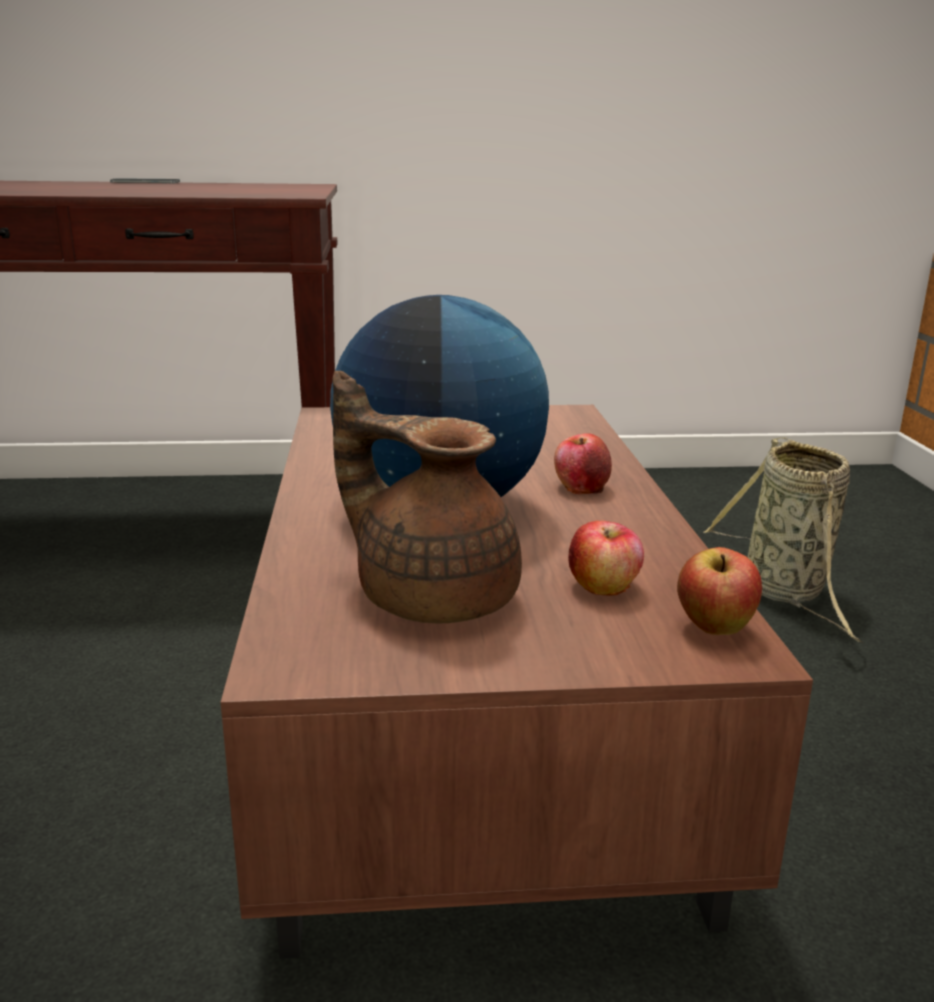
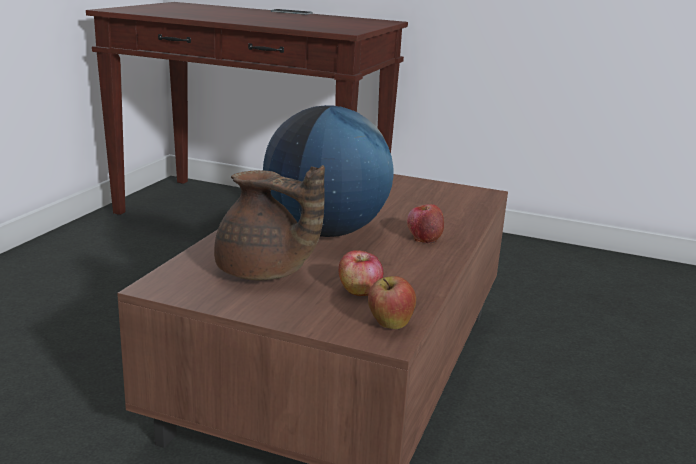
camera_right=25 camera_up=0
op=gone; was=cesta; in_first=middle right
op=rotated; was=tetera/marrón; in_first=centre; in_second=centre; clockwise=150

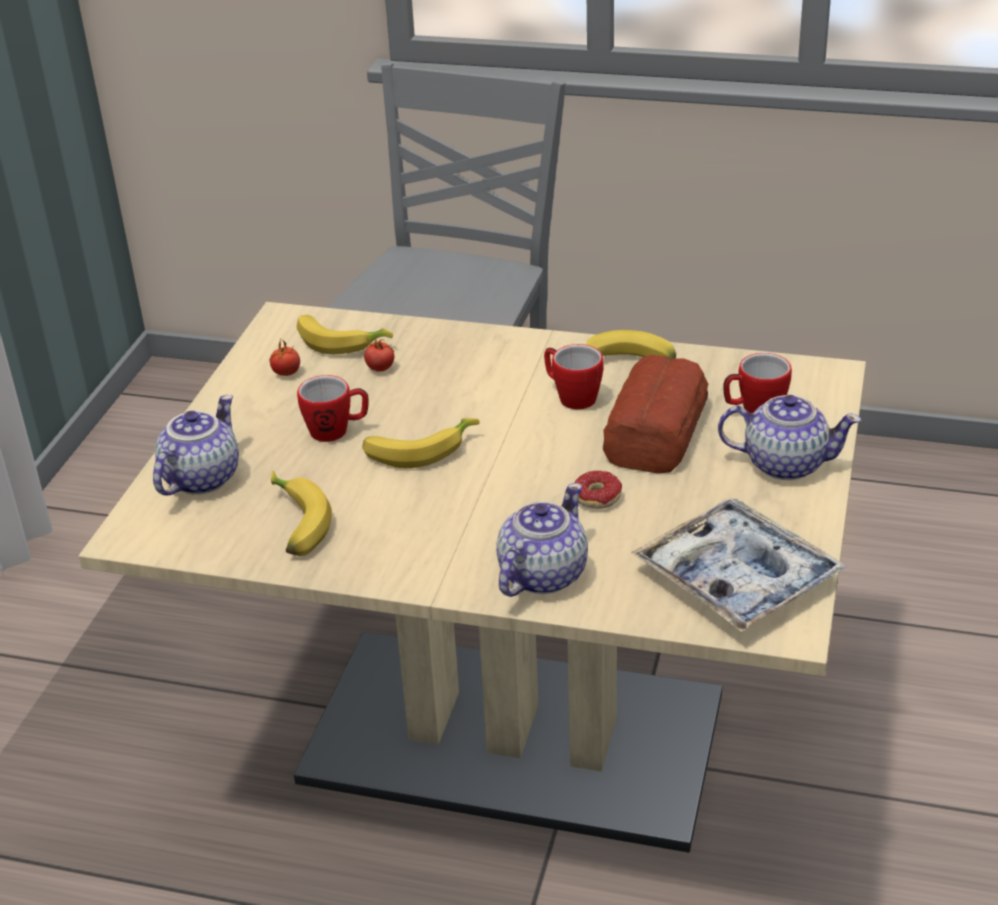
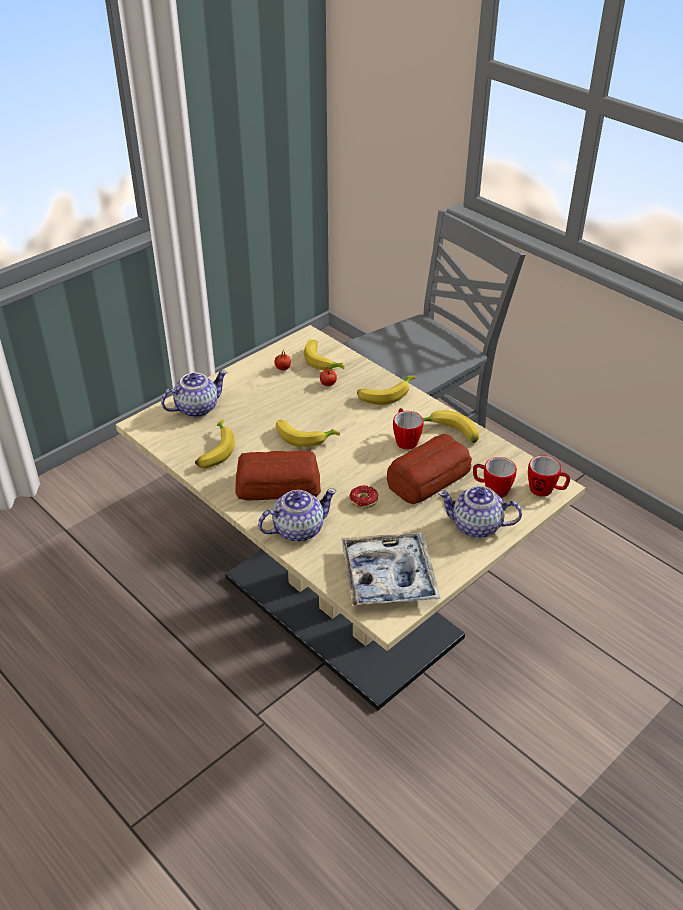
camera_right=30 camera_up=5
op=new; now=pan (no. 1 from left); in_second=centre
op=new; now=plátano (no. 4 from left); in_second=centre
op=shifted; was=taza grande (no. 1 from left in the first image); now=taza grande (no. 3 from left); in_first=centre; in_second=middle right
op=rotated; was=tetera (no. 3 from left); in_first=middle right; in_second=middle right; clockwise=150

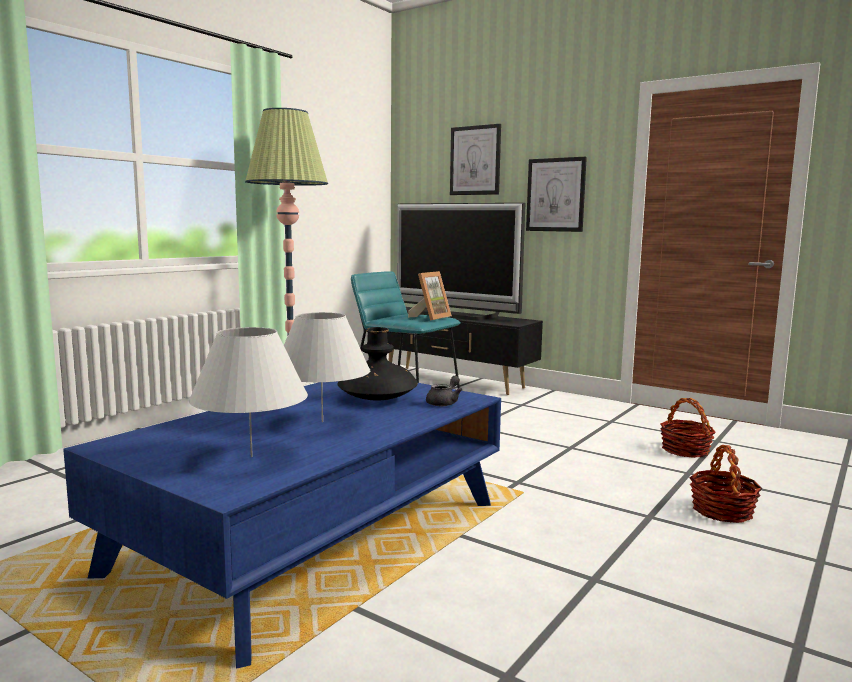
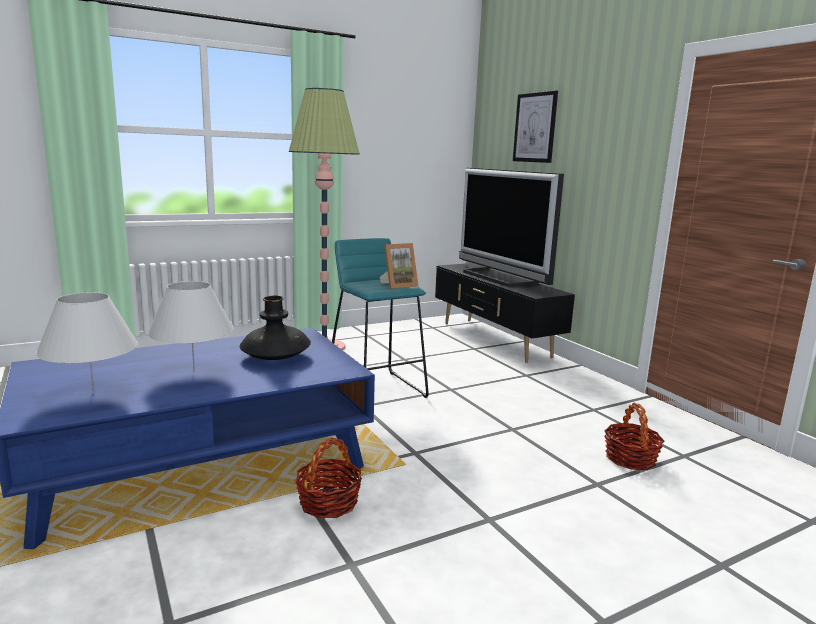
camera_right=25 camera_up=5
op=gone; was=tetera/gris; in_first=centre
op=gone; was=cuadro (no. 2 from left); in_first=top centre
op=shifted; was=cesta (no. 2 from left in the first image); now=cesta (no. 1 from left); in_first=bottom right; in_second=bottom centre

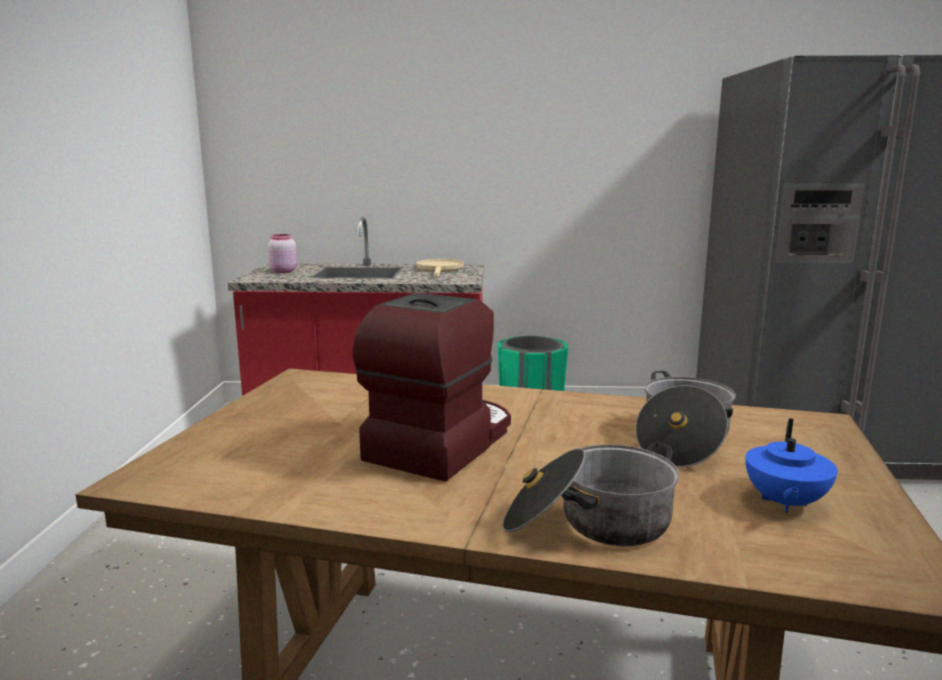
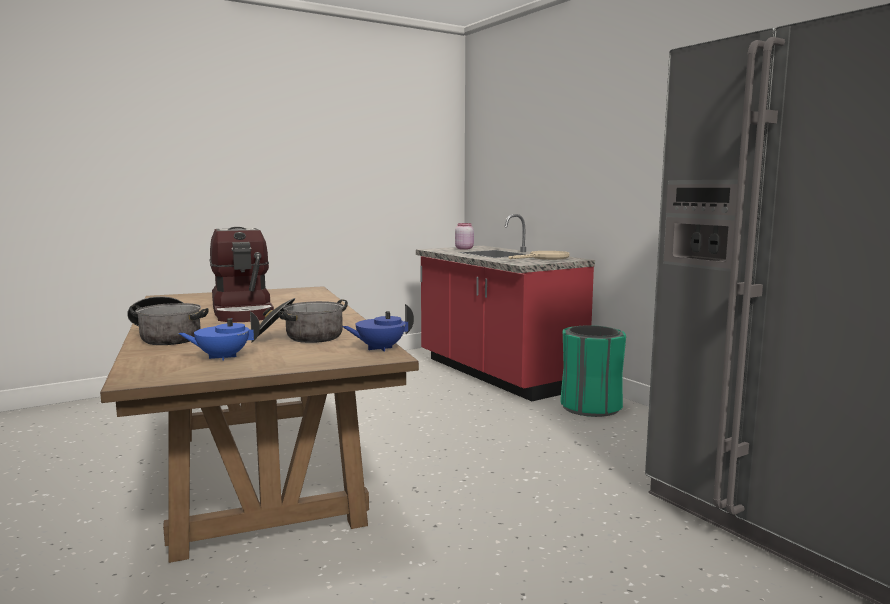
camera_right=55 camera_up=-5
op=new; now=tetera/azul (no. 2 from left); in_second=centre
op=rotated; was=cafetera; in_first=centre; in_second=middle left; clockwise=75

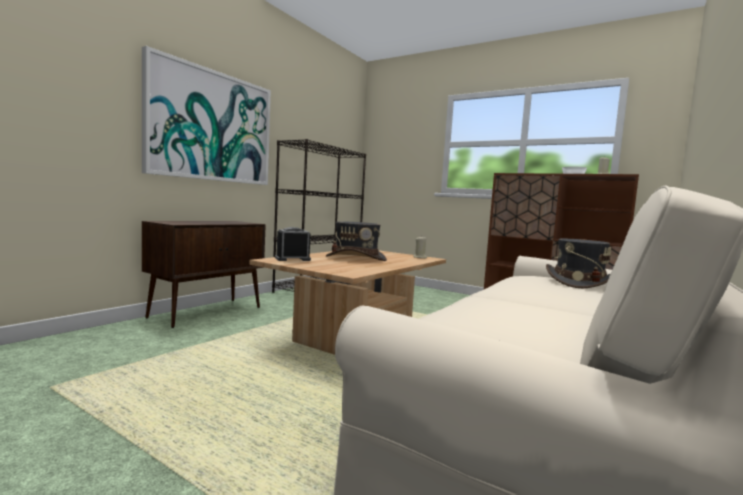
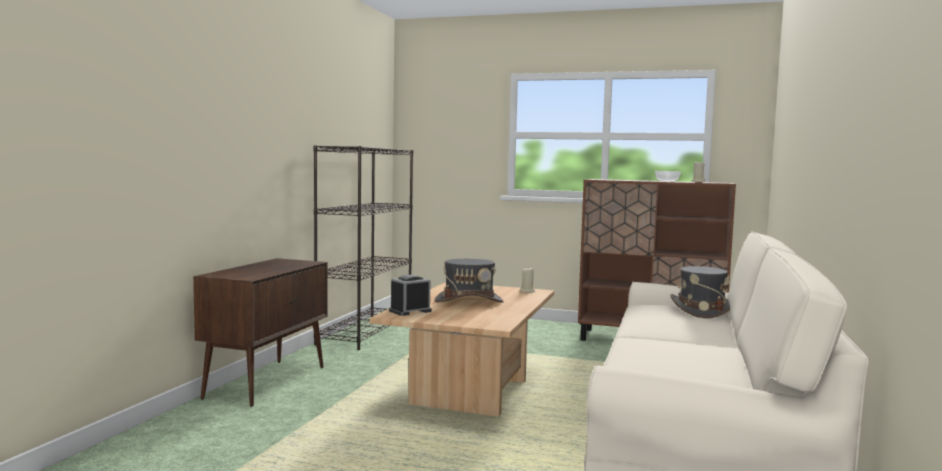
camera_right=-15 camera_up=0
op=gone; was=cuadro; in_first=top left

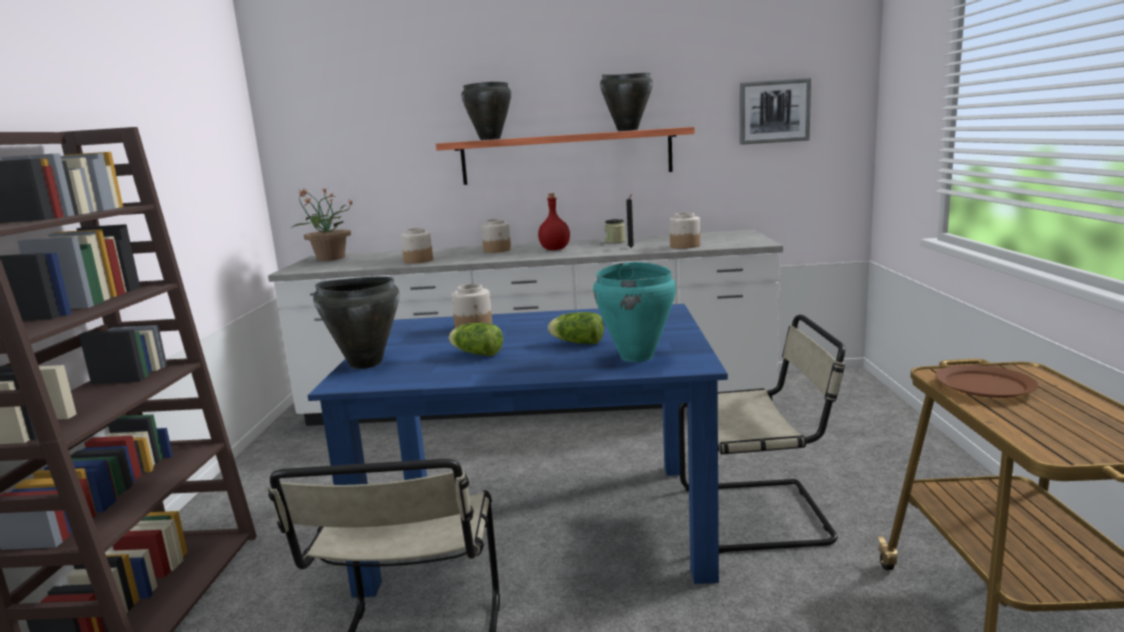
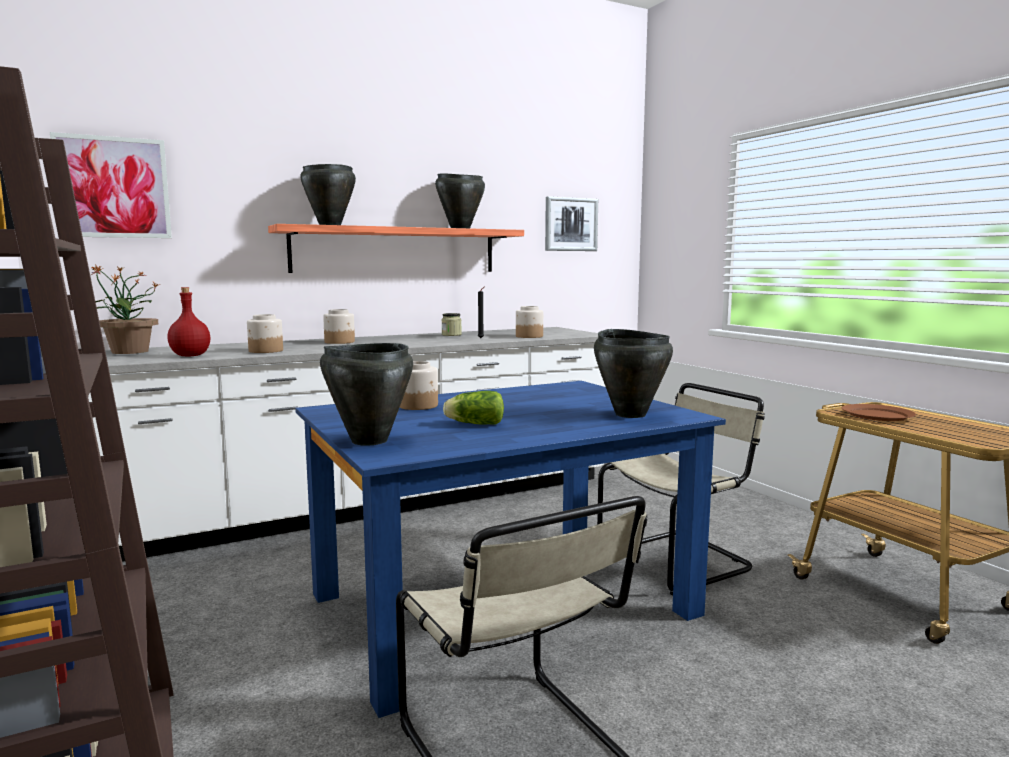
camera_right=-30 camera_up=-5
op=gone; was=lechuga (no. 2 from left); in_first=centre
op=new; now=cuadro (no. 1 from left); in_second=top left
op=shifted; was=botella/rojo; in_first=centre; in_second=middle left
op=repainted; was=olla/turquesa; now=olla/negro (no. 4 from left); in_first=centre; in_second=centre

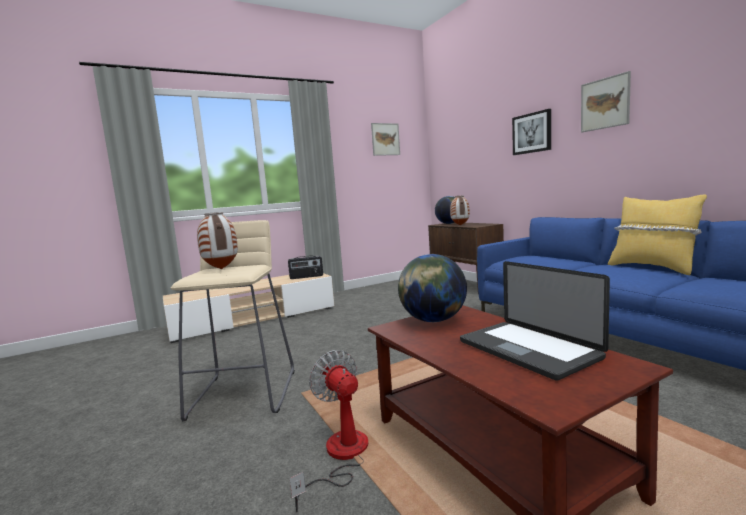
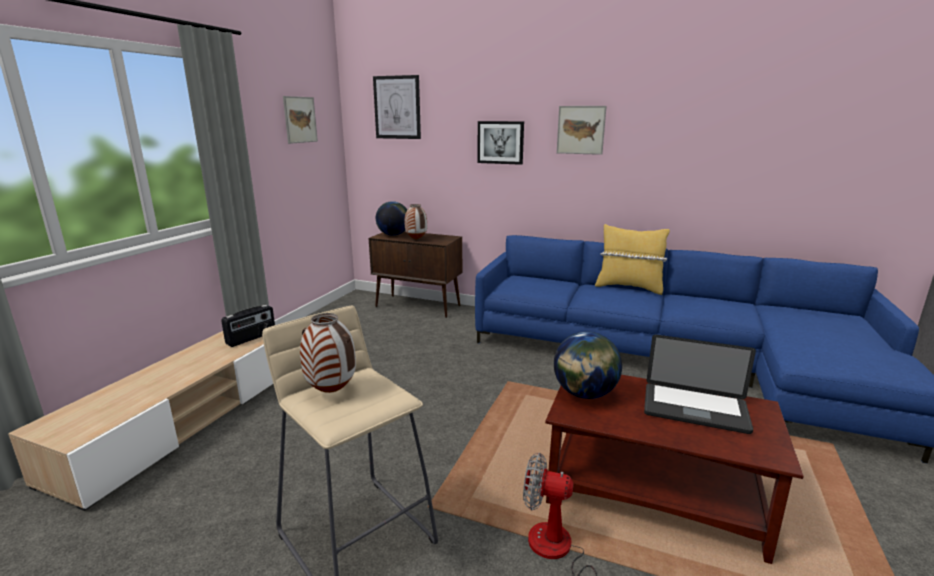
camera_right=-40 camera_up=10
op=new; now=cuadro (no. 2 from left); in_second=top centre

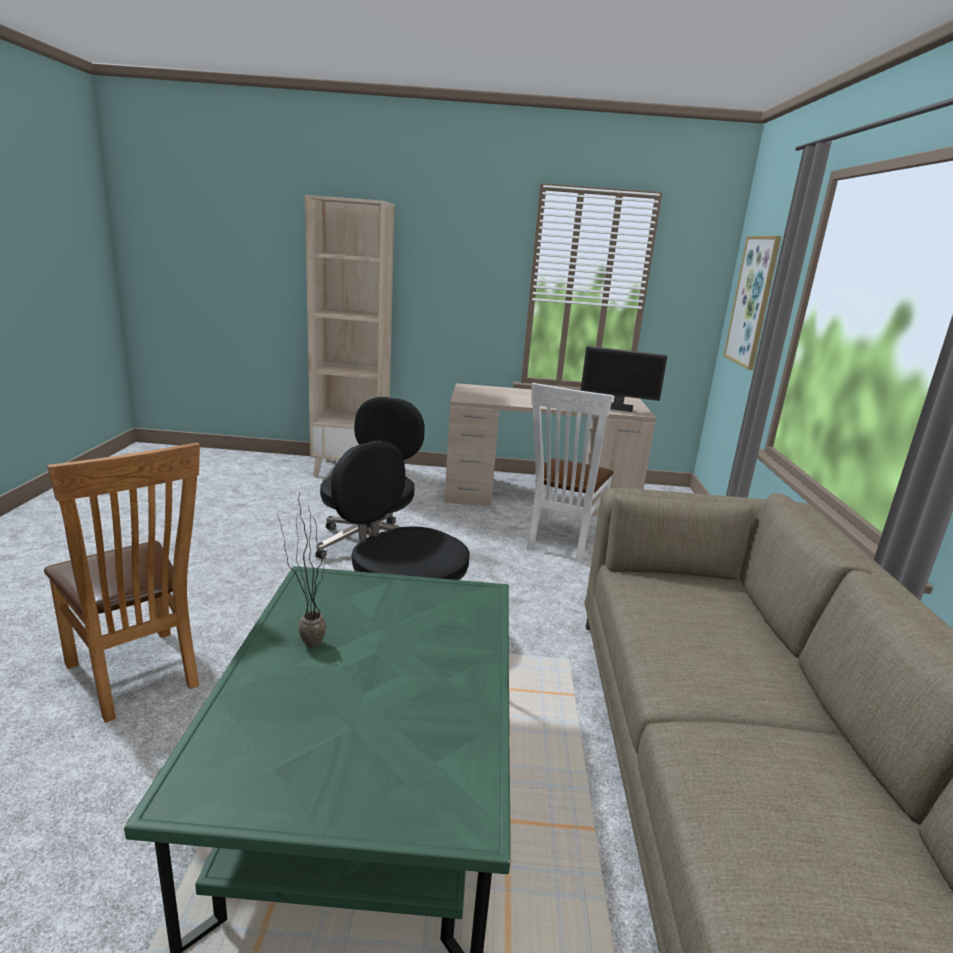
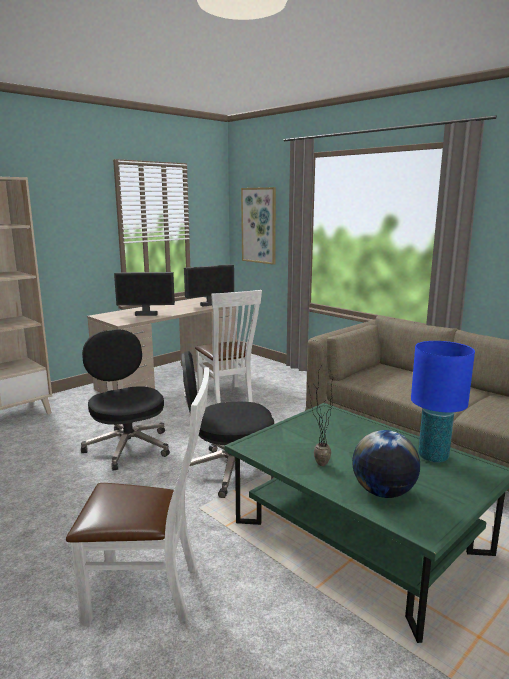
camera_right=-45 camera_up=-5
op=new; now=monitor (no. 1 from left); in_second=middle left
op=new; now=globo terráqueo; in_second=bottom right
op=new; now=lámpara de mesa/azul; in_second=middle right
op=repainted; was=silla/marrón; now=silla/blanco (no. 1 from left); in_first=middle left; in_second=bottom left

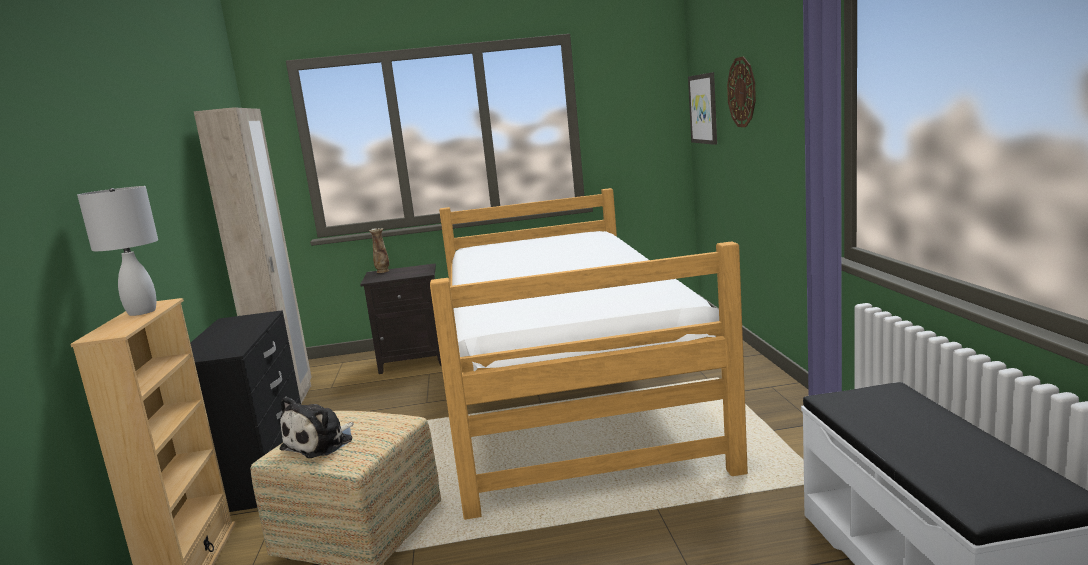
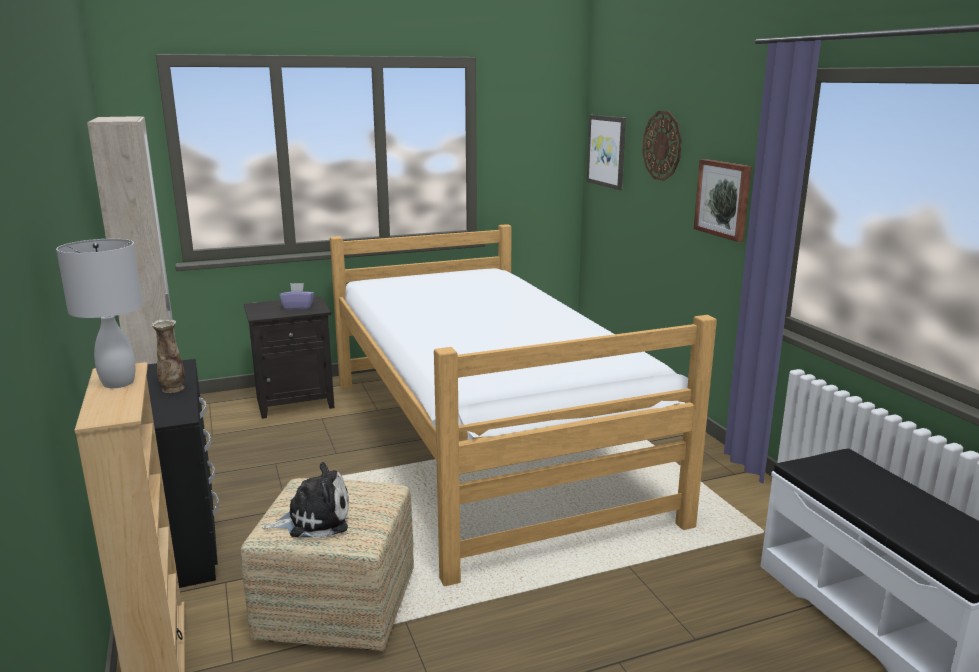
camera_right=-15 camera_up=5
op=new; now=caja de pañuelos/morado; in_second=middle left
op=new; now=cuadro (no. 2 from left); in_second=top right
op=shifted; was=florero; in_first=centre; in_second=middle left
op=rotated; was=peluche; in_first=bottom left; in_second=bottom left; clockwise=-120

